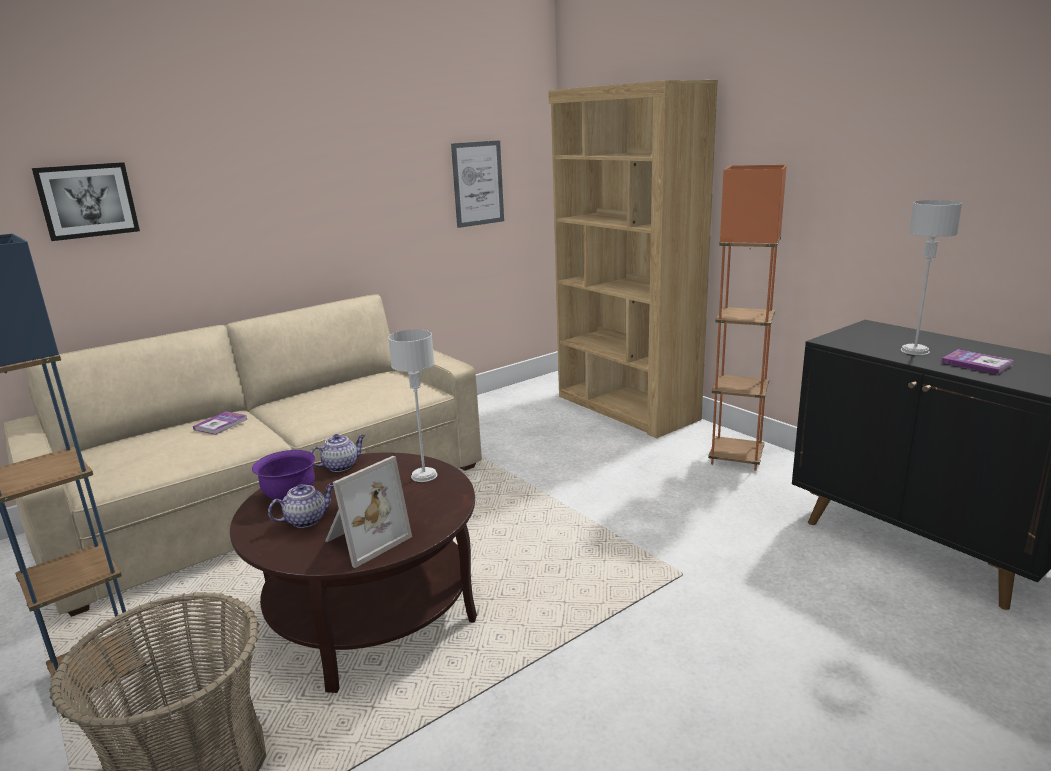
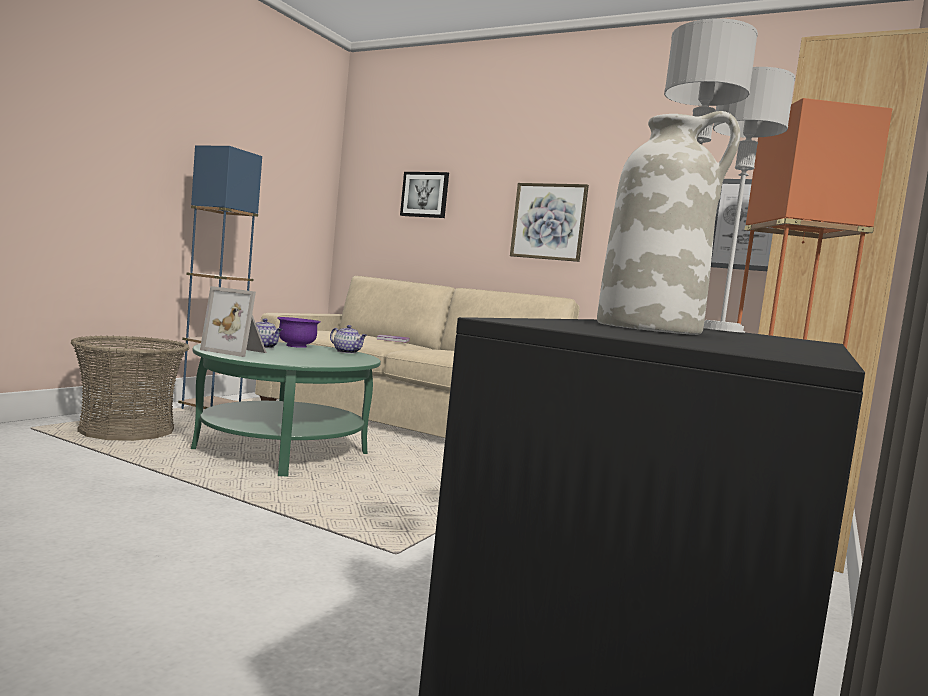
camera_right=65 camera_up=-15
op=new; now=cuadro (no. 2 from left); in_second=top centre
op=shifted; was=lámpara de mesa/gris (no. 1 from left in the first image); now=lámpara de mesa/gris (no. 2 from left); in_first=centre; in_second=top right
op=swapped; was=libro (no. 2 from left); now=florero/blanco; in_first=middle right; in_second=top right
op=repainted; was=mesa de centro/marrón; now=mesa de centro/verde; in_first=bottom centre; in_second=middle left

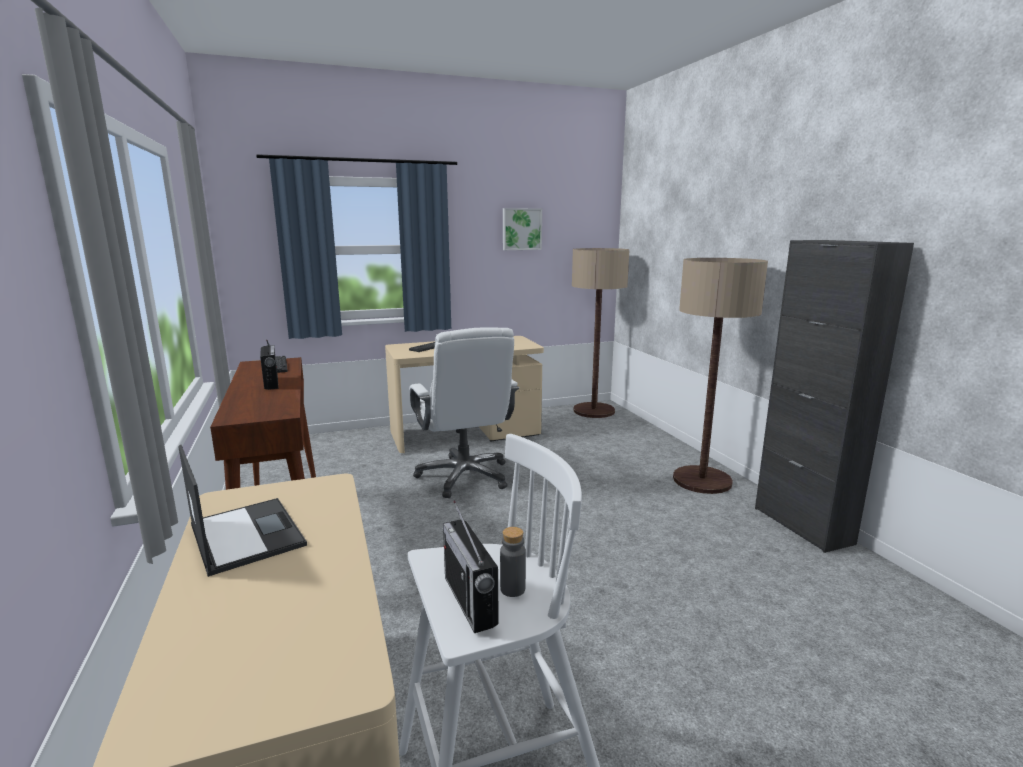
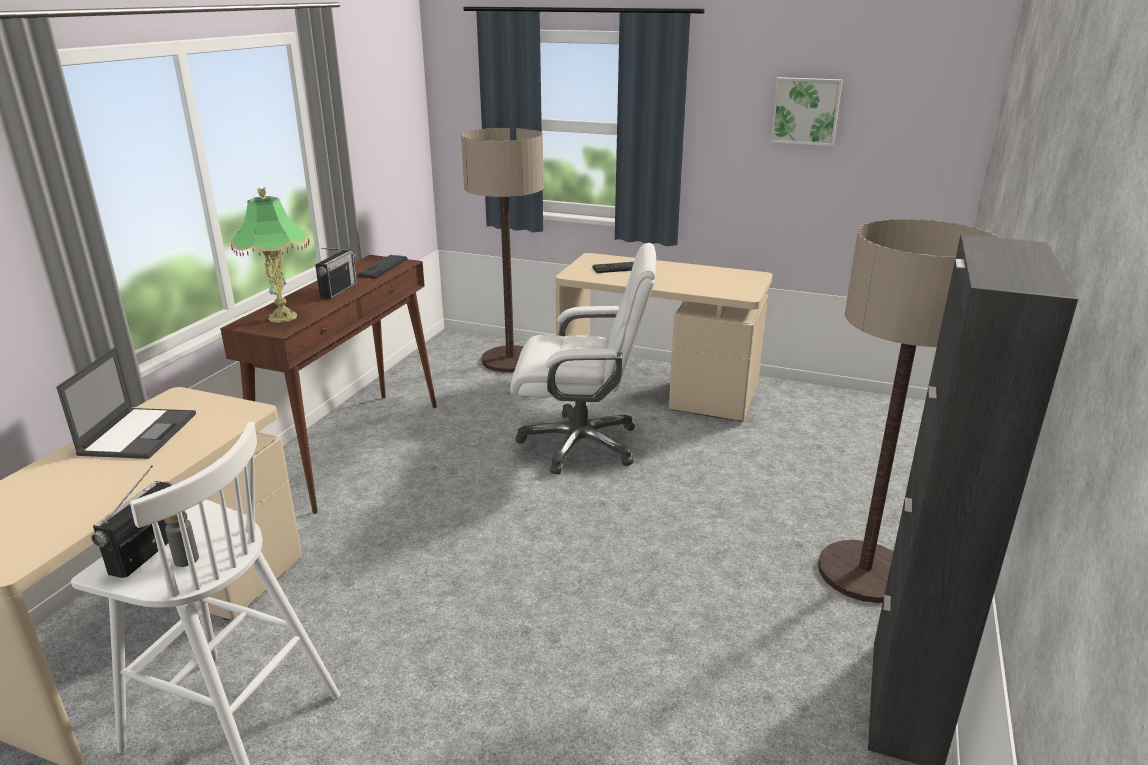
camera_right=40 camera_up=10
op=new; now=lámpara de mesa; in_second=middle left
op=shifted; was=lámpara de pie (no. 1 from left); in_first=centre; in_second=top centre
op=rotated; was=silla de oficina/blanco; in_first=centre; in_second=centre; clockwise=-105

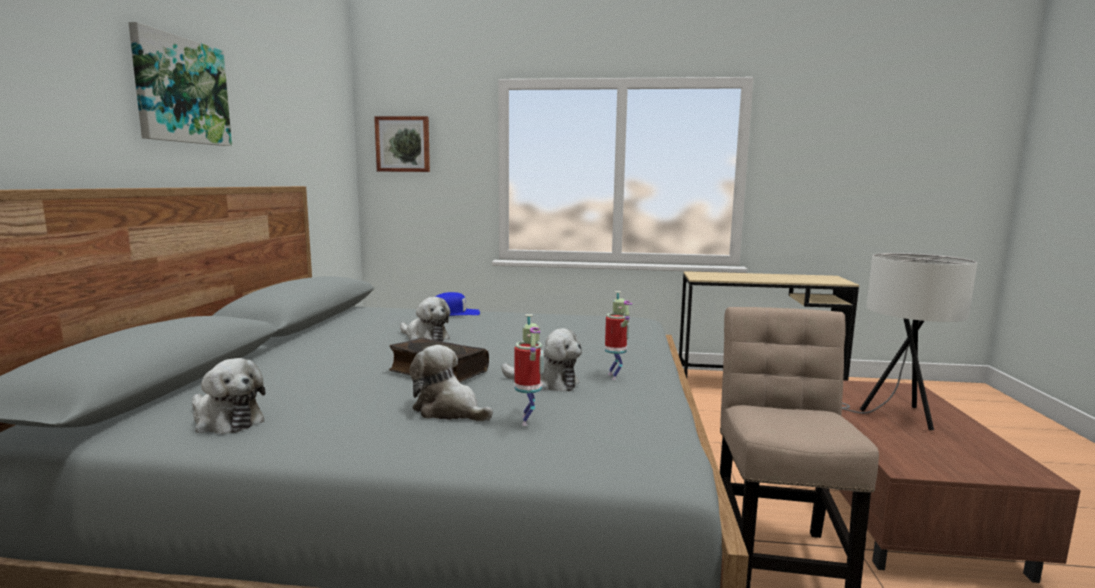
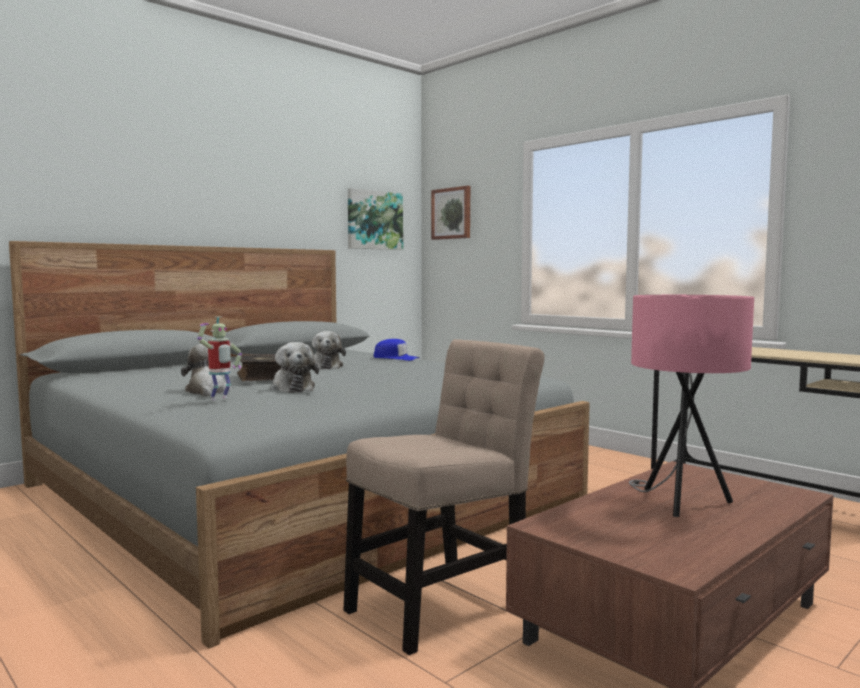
camera_right=40 camera_up=-5
op=gone; was=peluche (no. 1 from left); in_first=bottom left
op=gone; was=robot de juguete (no. 2 from left); in_first=centre
op=shifted; was=cuadro (no. 1 from left); in_first=top left; in_second=top centre
op=repainted; was=lámpara de mesa/blanco; now=lámpara de mesa/rosa; in_first=middle right; in_second=middle right

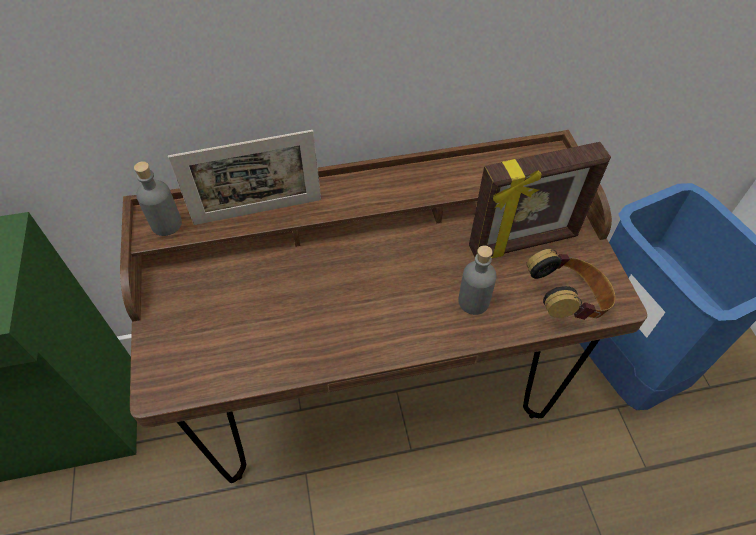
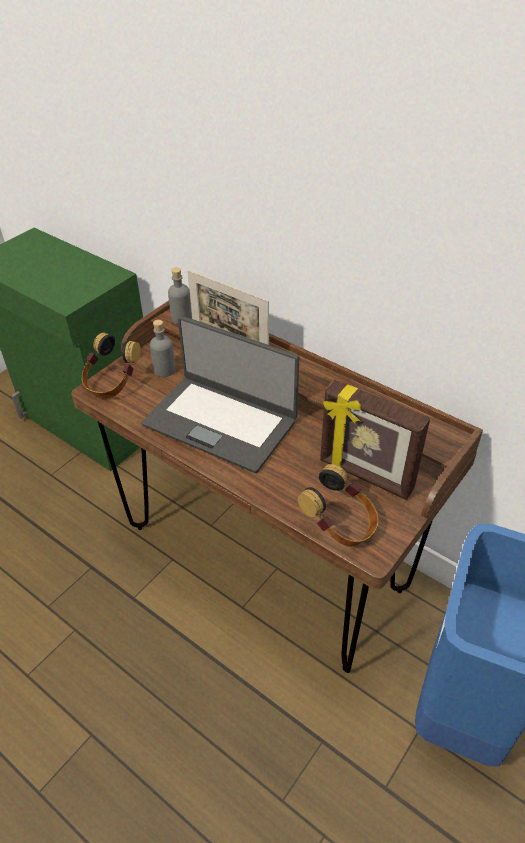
camera_right=50 camera_up=-10
op=new; now=auriculares (no. 1 from left); in_second=middle left
op=new; now=portátil; in_second=centre
op=shifted; was=botella/gris (no. 2 from left in the first image); now=botella/gris (no. 1 from left); in_first=centre; in_second=middle left

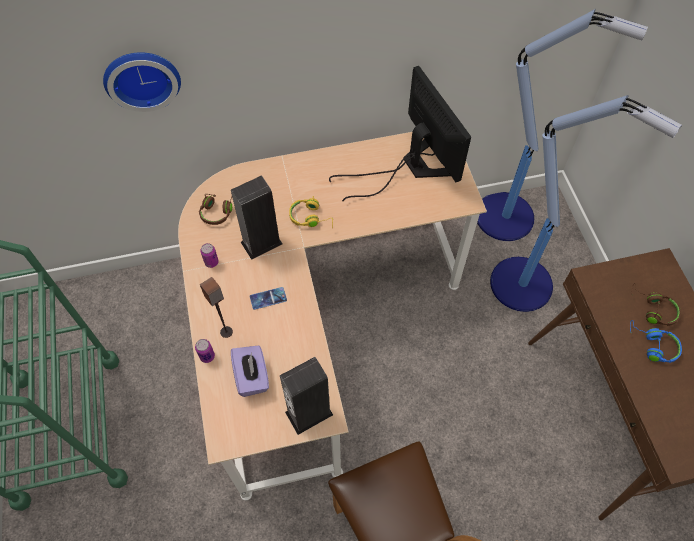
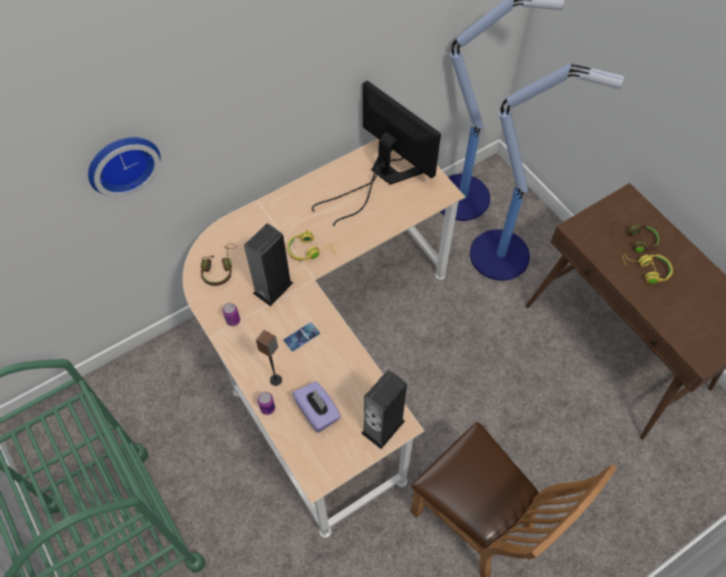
camera_right=-20 camera_up=0
op=repainted; was=auriculares/azul; now=auriculares/amarillo (no. 2 from left); in_first=middle right; in_second=middle right

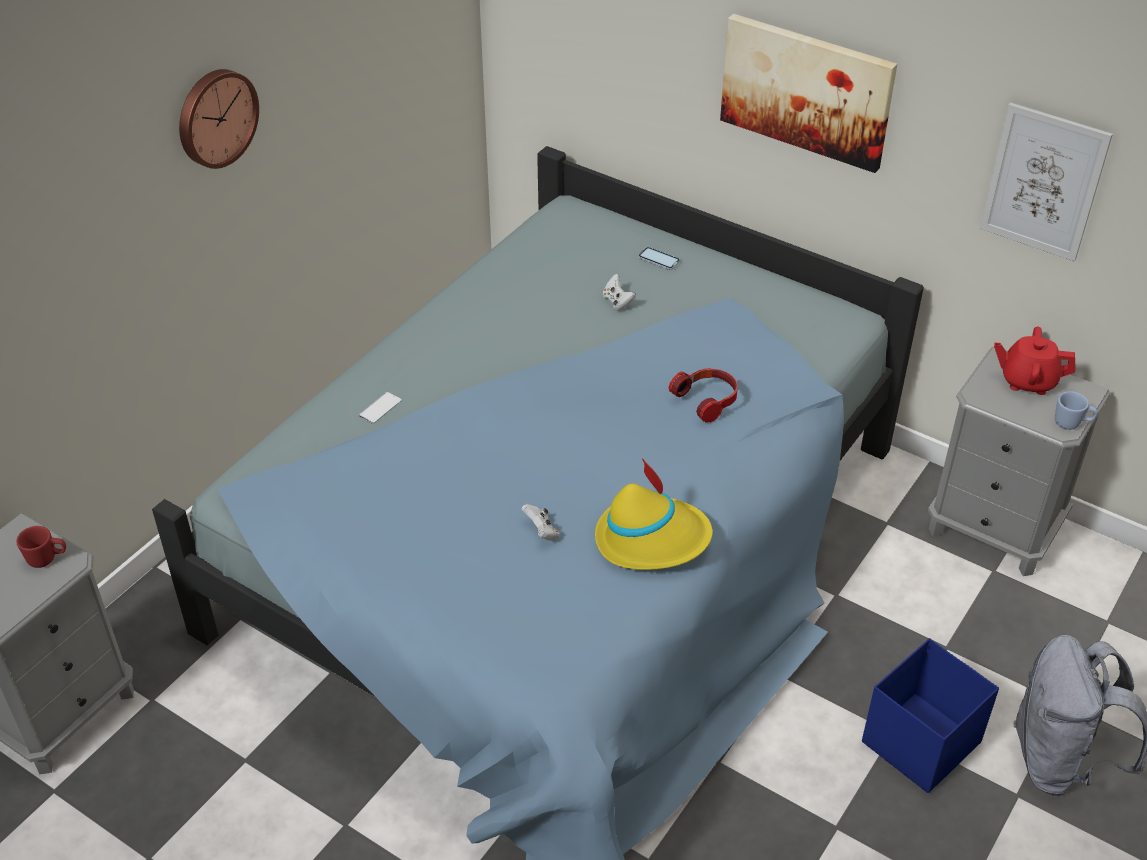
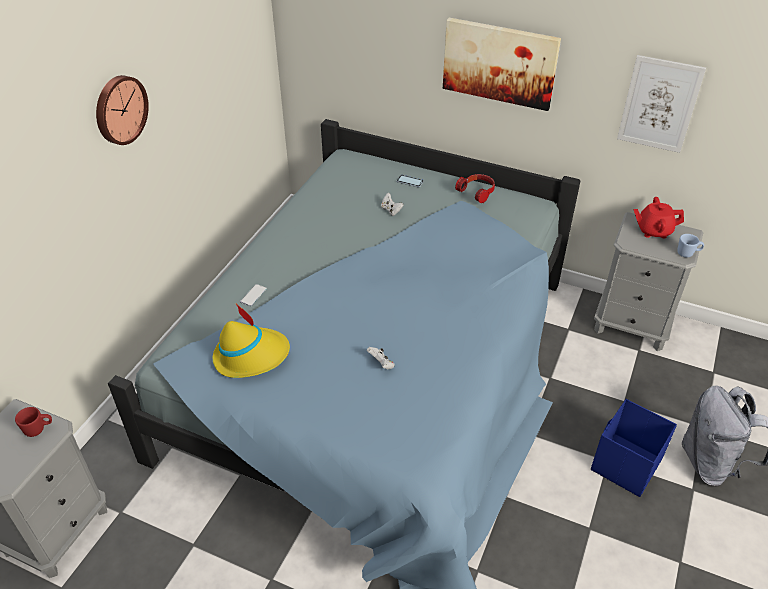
camera_right=-10 camera_up=0
op=shifted; was=sombrero/amarillo; in_first=centre; in_second=middle left
op=shifted; was=auriculares; in_first=centre; in_second=top centre

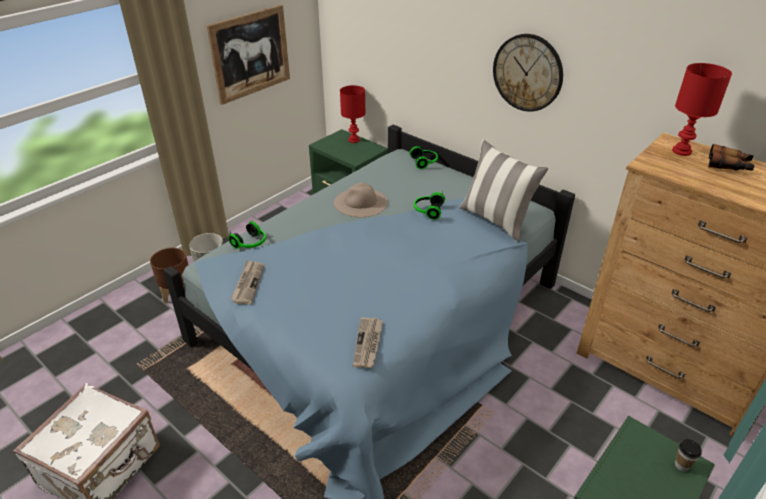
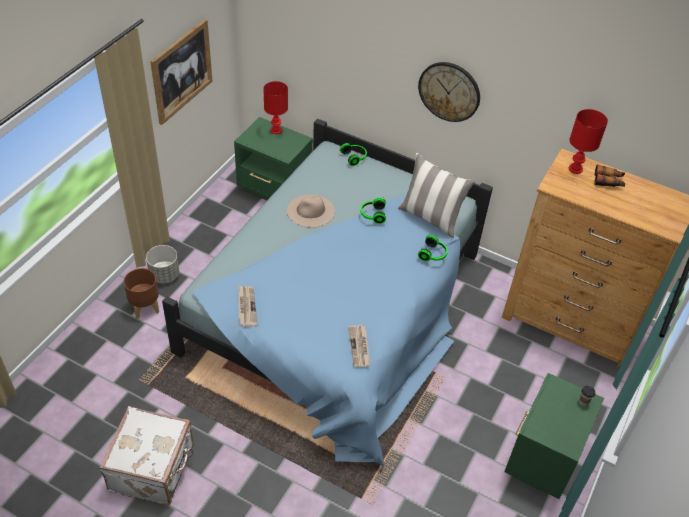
camera_right=-15 camera_up=10
op=shifted; was=auriculares (no. 1 from left in the first image); now=auriculares (no. 3 from left); in_first=middle left; in_second=centre

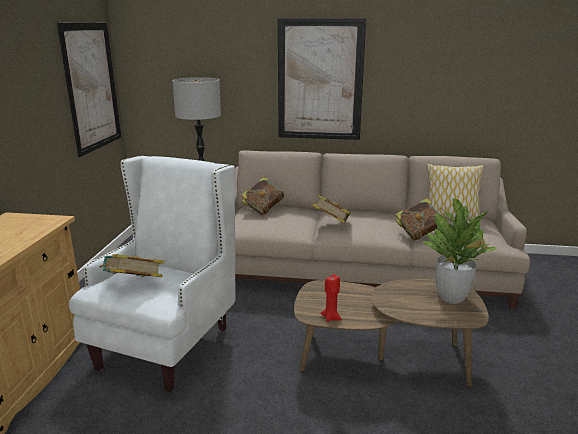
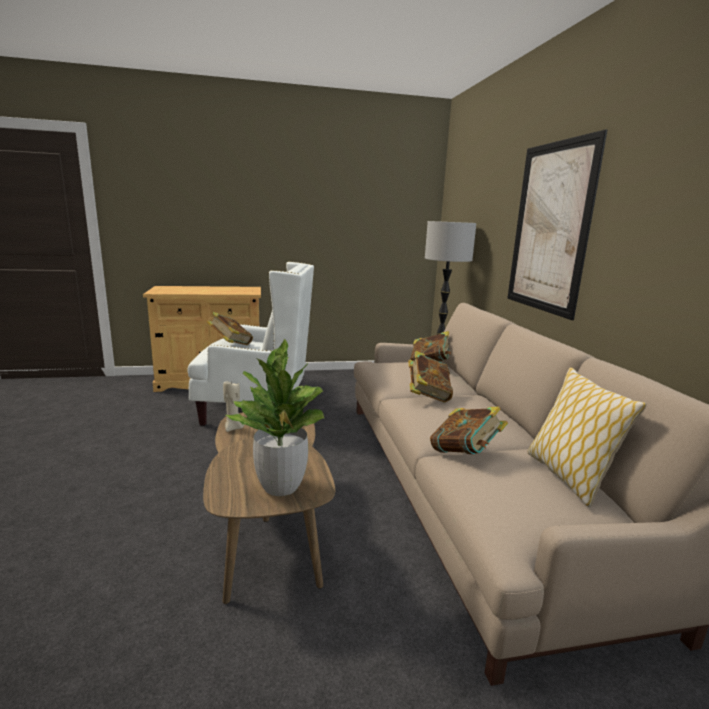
camera_right=70 camera_up=-5
op=gone; was=cuadro (no. 1 from left); in_first=top left
op=repainted; was=vela/rojo; now=vela/beis; in_first=bottom centre; in_second=middle left

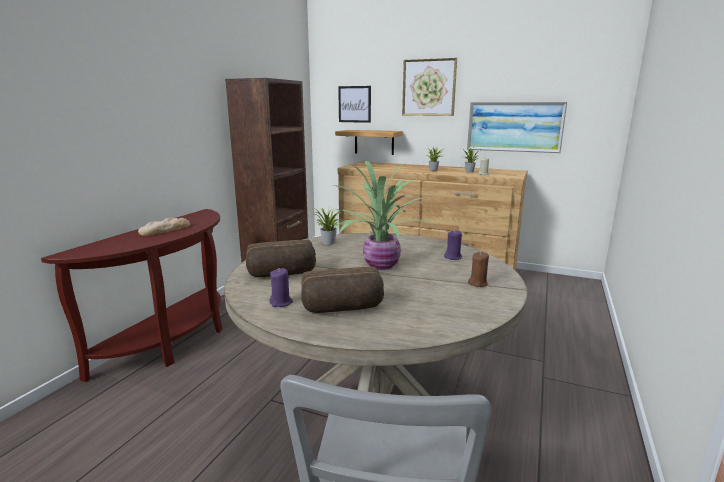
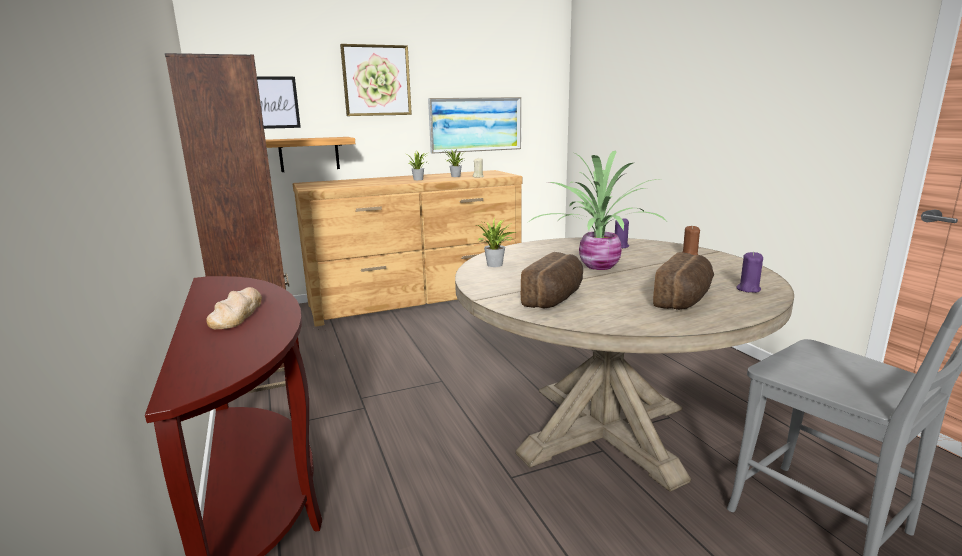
camera_right=-45 camera_up=0
op=shifted; was=vela/morado (no. 1 from left in the first image); now=vela/morado (no. 2 from left); in_first=centre; in_second=middle right

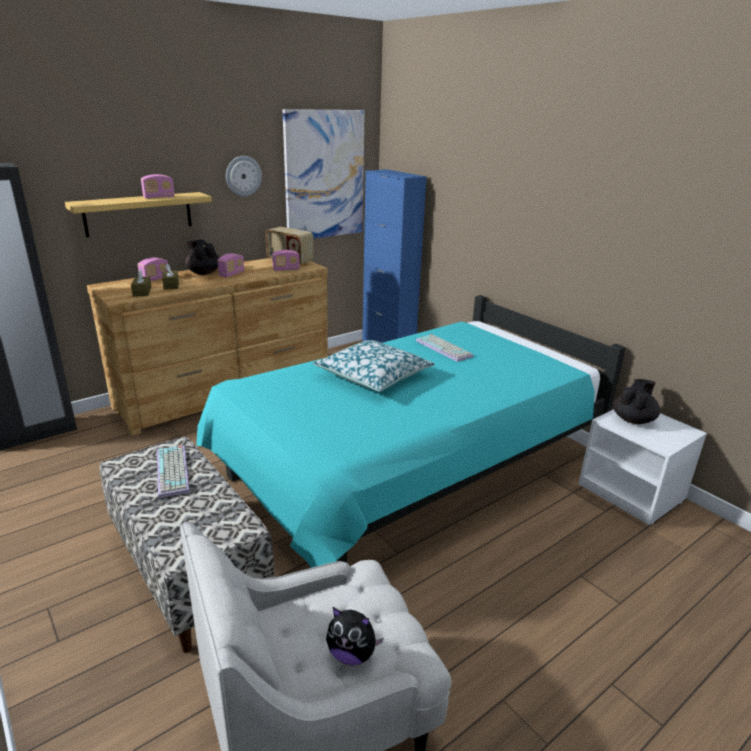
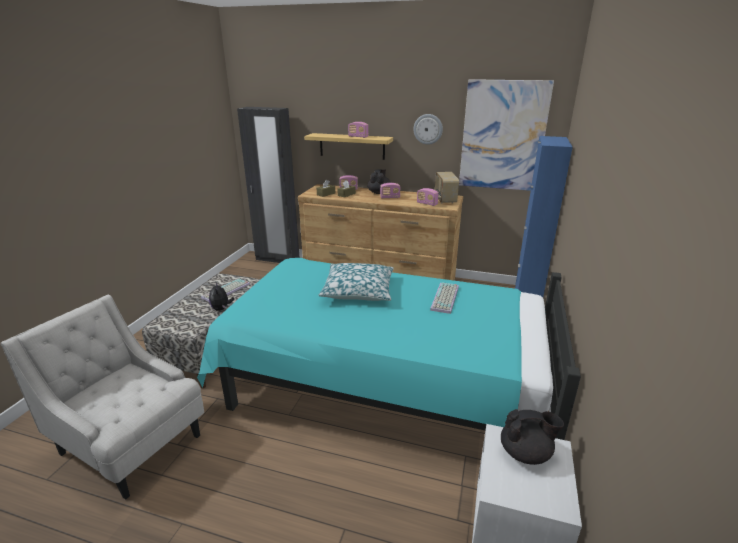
camera_right=55 camera_up=0
op=shifted; was=peluche; in_first=bottom centre; in_second=middle left

